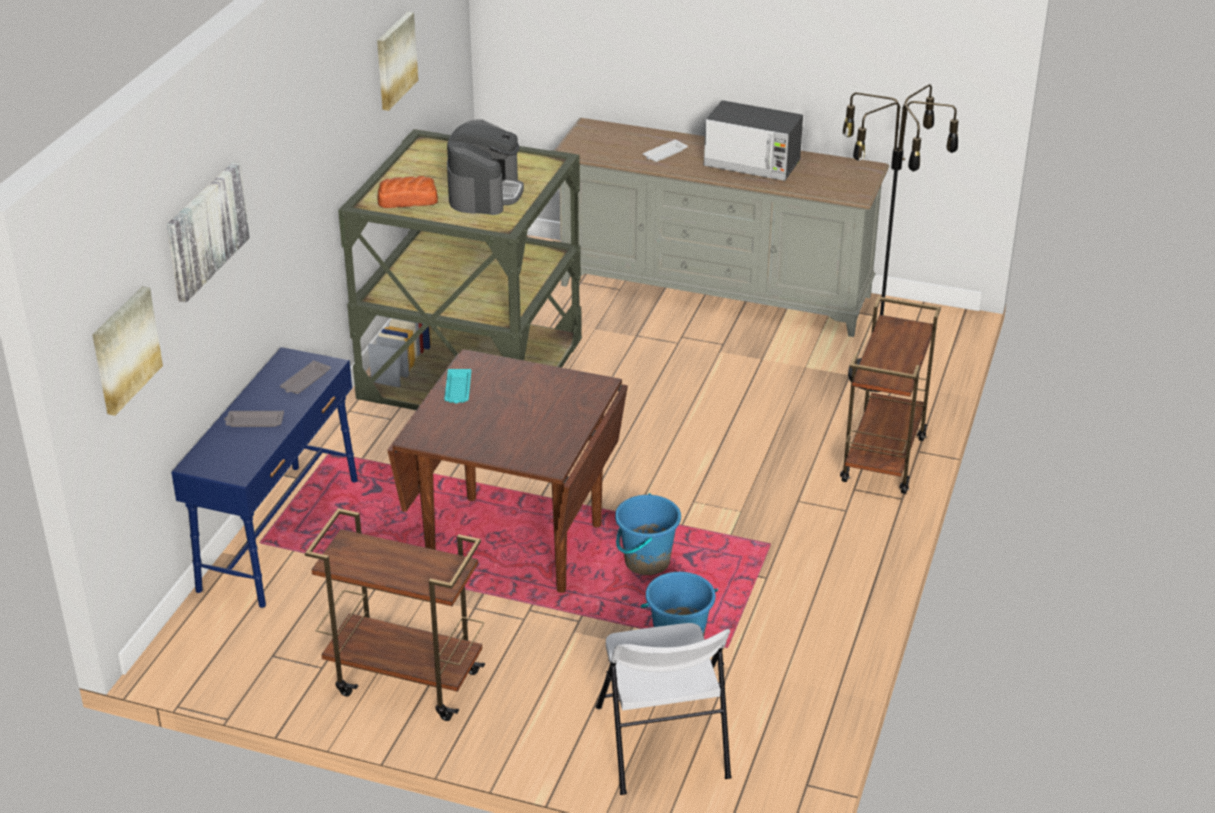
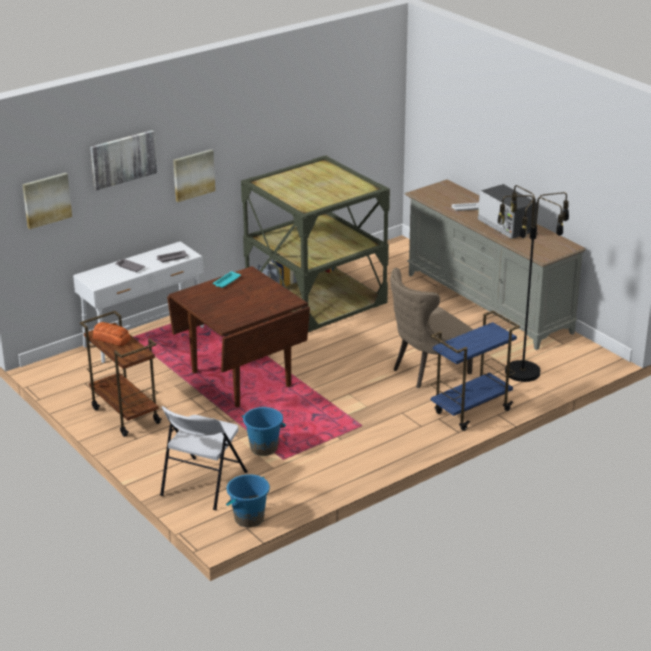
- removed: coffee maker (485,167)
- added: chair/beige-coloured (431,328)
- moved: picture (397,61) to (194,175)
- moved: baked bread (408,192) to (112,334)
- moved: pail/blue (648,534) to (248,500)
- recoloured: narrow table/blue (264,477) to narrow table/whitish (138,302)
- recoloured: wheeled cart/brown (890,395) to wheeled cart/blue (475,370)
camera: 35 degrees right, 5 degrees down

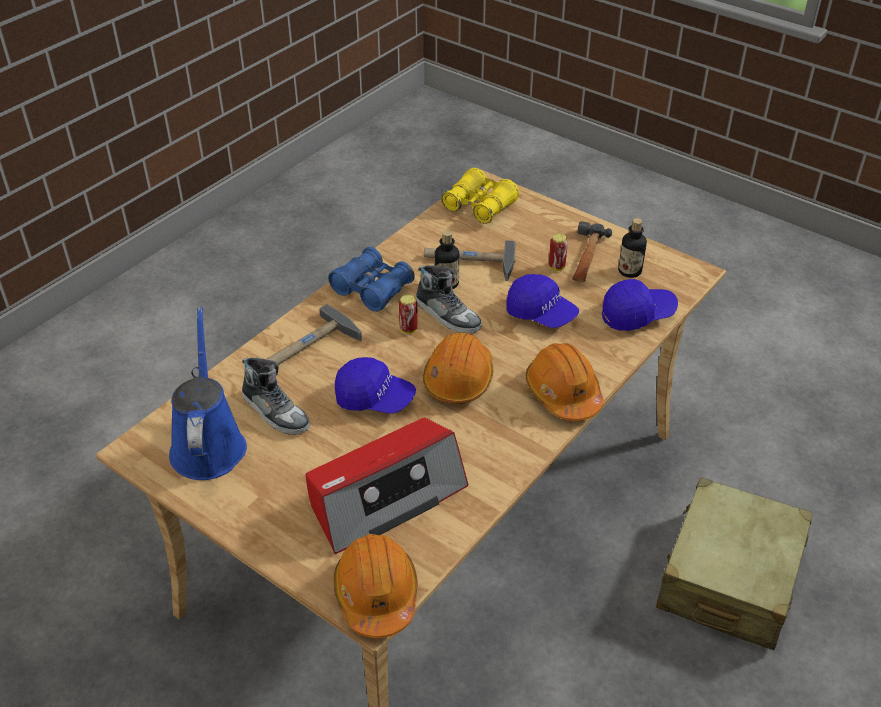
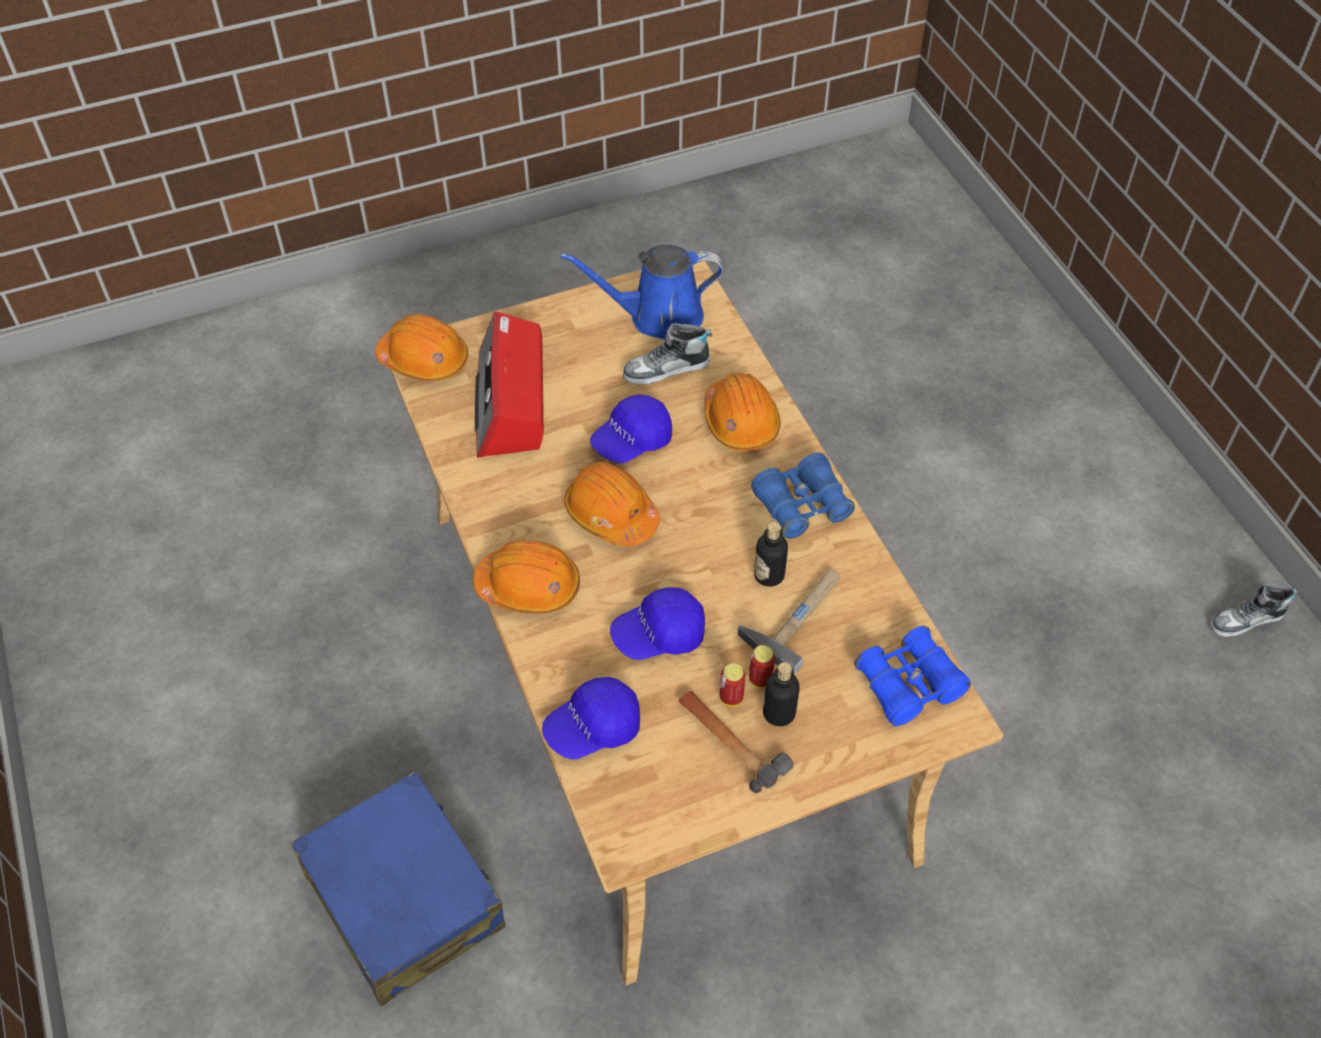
- moved: metal can (408,314) to (762,666)
- moved: low shoe (449,299) to (1254,610)
- moved: bottle (632,248) to (781,694)
- replaced: tool hammer (314,334) to safety helmet/orange (742,412)
- recoloured: binoculars/yellow (480,196) to binoculars/blue (912,676)
- recoloured: travel case/beige-coloured (734,563) to travel case/blue (398,888)
- turned: sprinkling can/blue (208,393) = (641,292) 150 degrees clockwise
- turned: baseball cap/blue (640,305) = (591,718) 45 degrees clockwise
camera: 120 degrees right, 10 degrees up

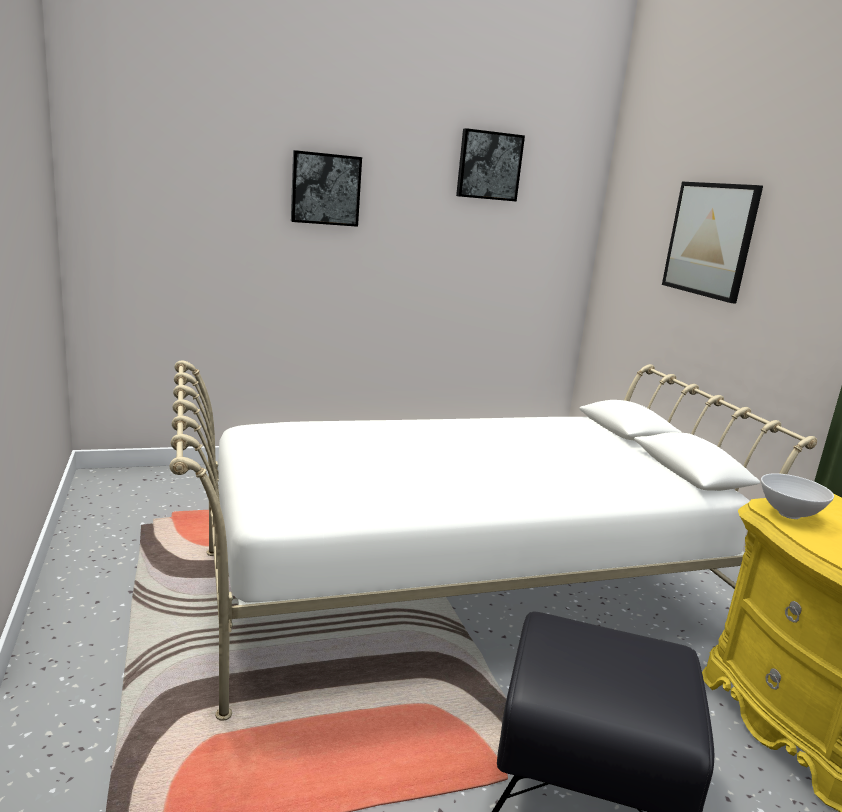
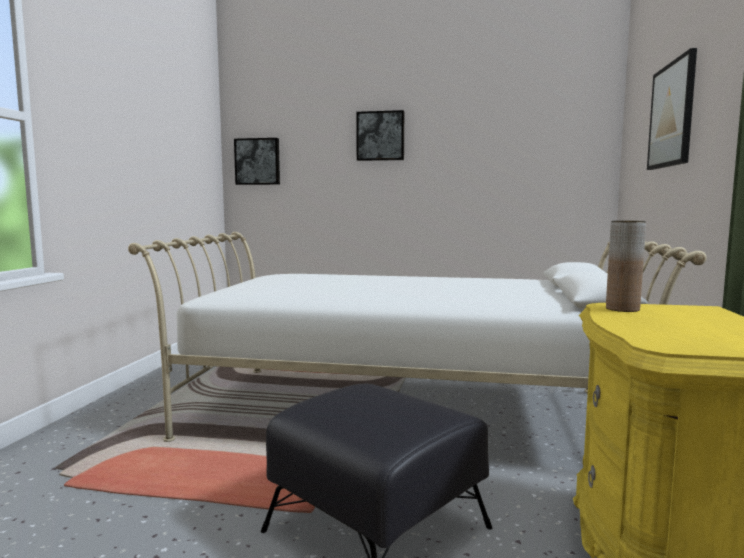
- moved: picture (490,164) to (257,161)
- replaced: serving bowl/whitish (797,496) to flower vase/brown (626,266)
camera: 30 degrees right, 10 degrees down

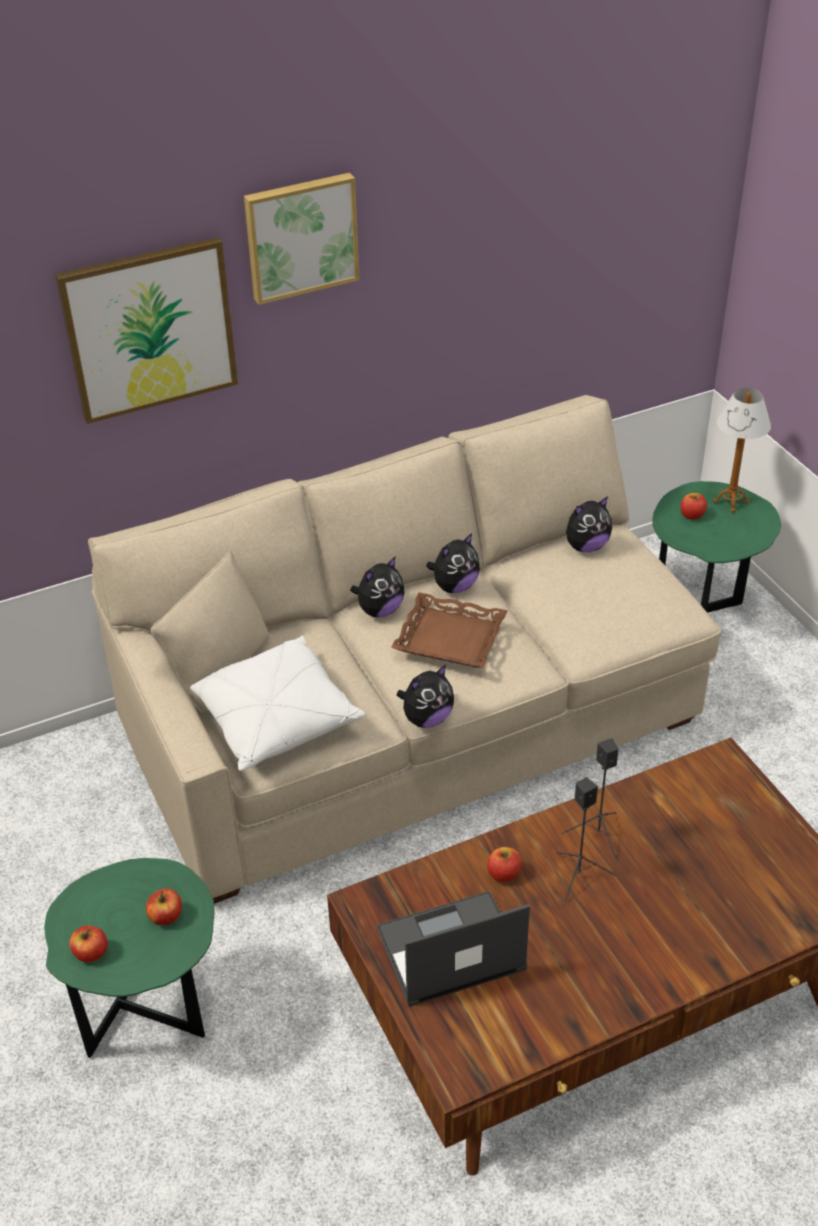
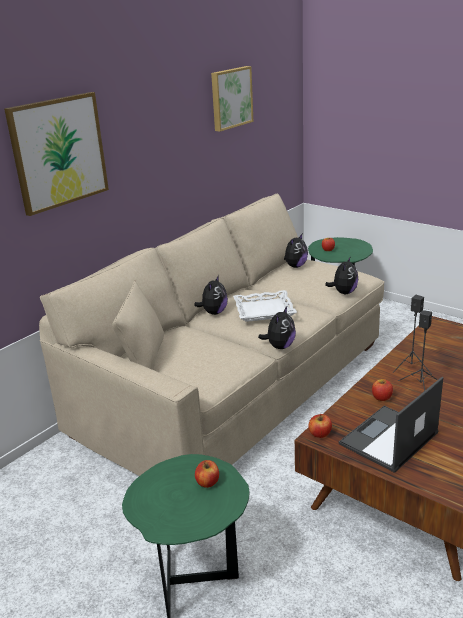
- removed: pillow/whitish (277,703)
- removed: table lamp (742,450)
- moved: whole apple (88,944) to (320,426)
- moved: picture (302,239) to (232,99)
- moved: plush toy (453,563) to (341,275)
- recoloured: tray/brown (449,630) to tray/whitish (265,306)
camera: 25 degrees left, 15 degrees down

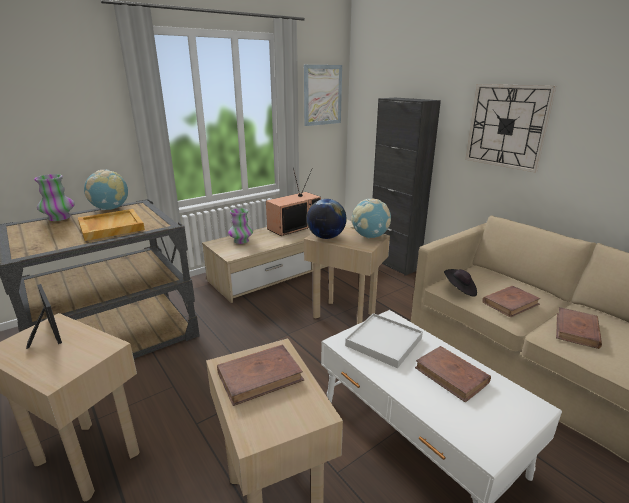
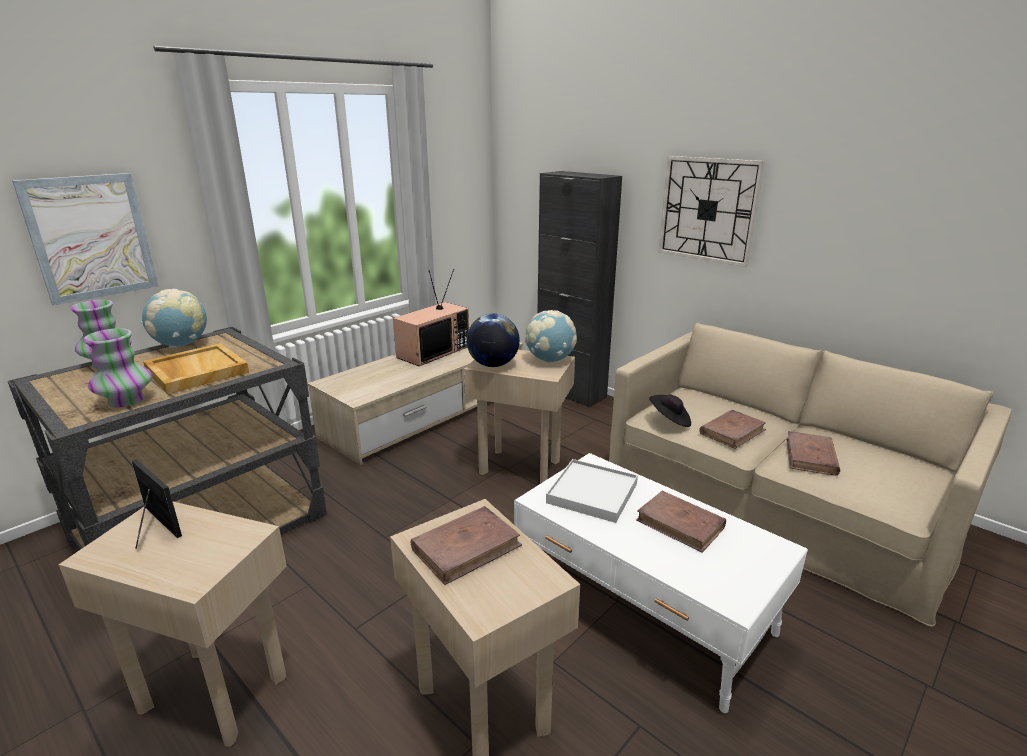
- moved: flower vase (240,226) to (117,368)
- moved: picture (323,95) to (85,239)
camera: 10 degrees left, 0 degrees up

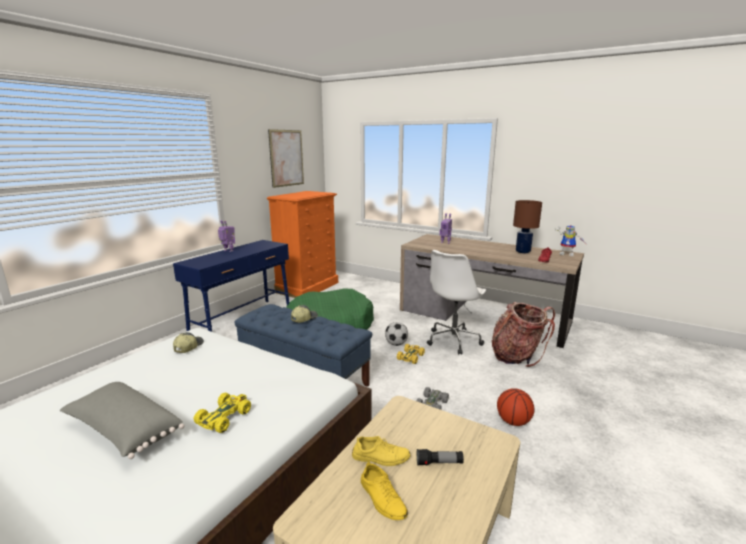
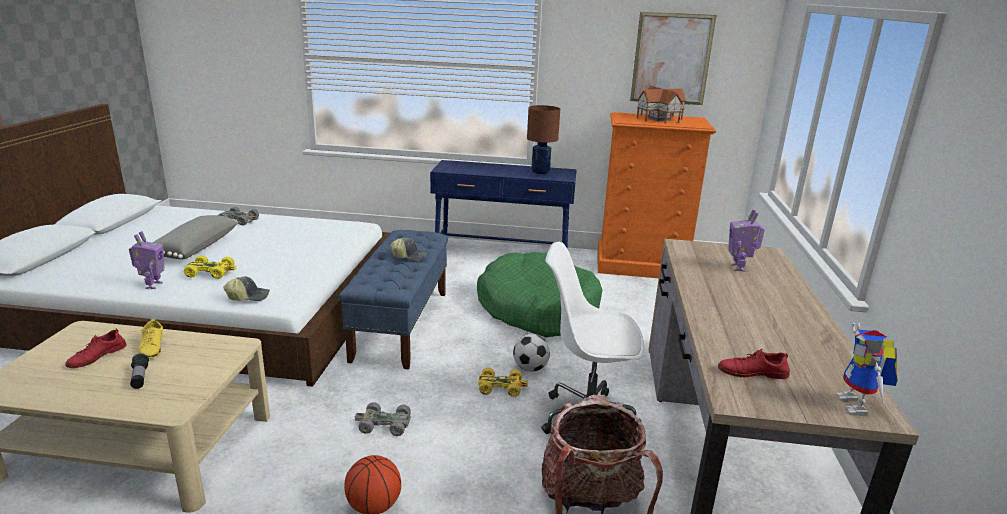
- added: miniature car/greyish (239,216)
- added: model house (661,104)
- moved: baseball cap (188,342) to (246,288)
- moved: robot figure (226,236) to (147,260)
- moved: table lamp/brown (527,226) to (543,139)
- recoloured: low shoe/yellow (384,491) to low shoe/red-coloured (96,348)
camera: 65 degrees right, 5 degrees up

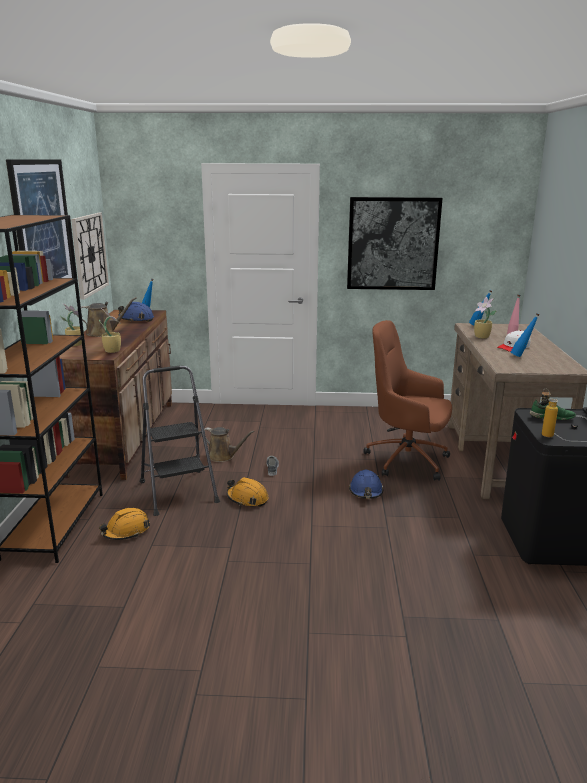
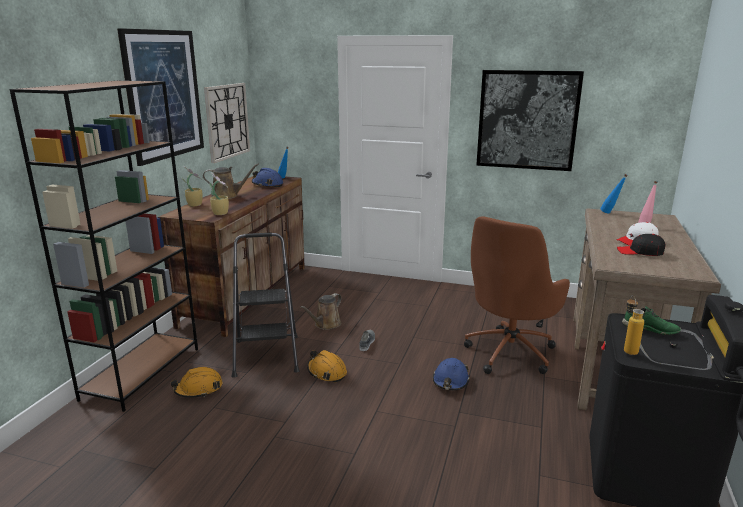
- removed: plant in a pot (485,318)
- replaced: bottle/blue (525,335) to baseball cap/black (641,245)
- turned: sprinkling can/brown (228,444) = (321,311) 90 degrees clockwise
- turned: computer chair/brown (407,400) = (517,295) 90 degrees counterclockwise
camera: 15 degrees right, 0 degrees up

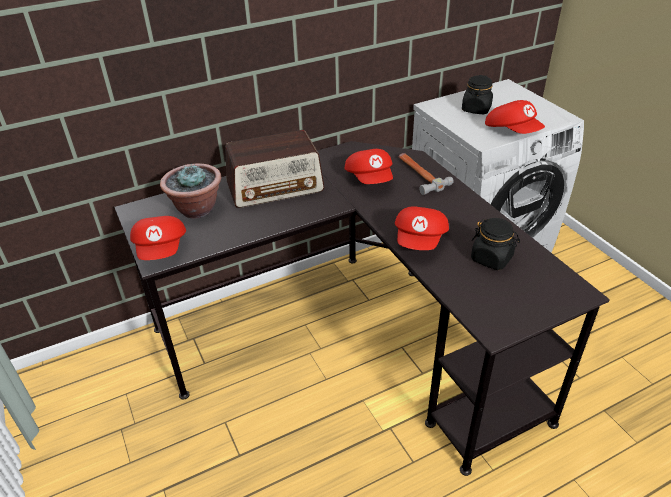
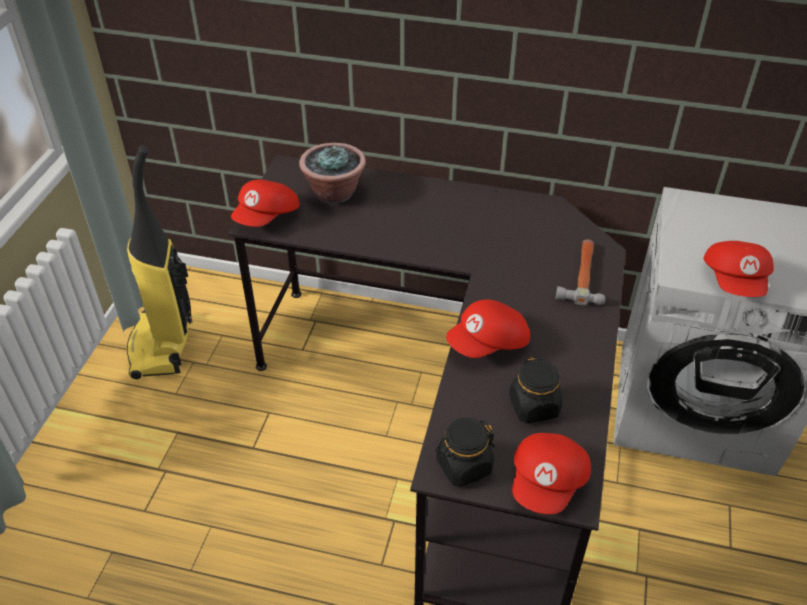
- removed: radio set (274,169)
- added: vacuum (160,262)
- moved: baseball cap/red-coloured (369,166) to (551,473)
- moved: preserve jar/black (477,94) to (465,452)
camera: 40 degrees right, 5 degrees up

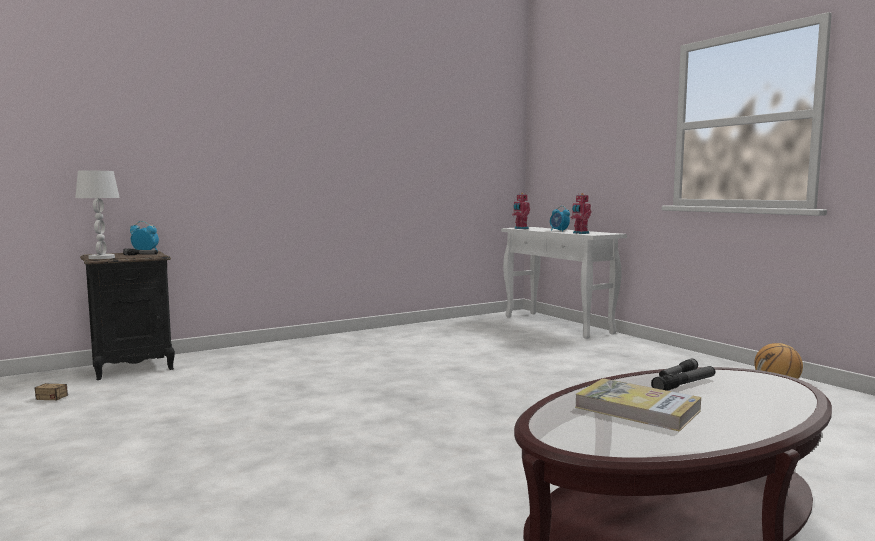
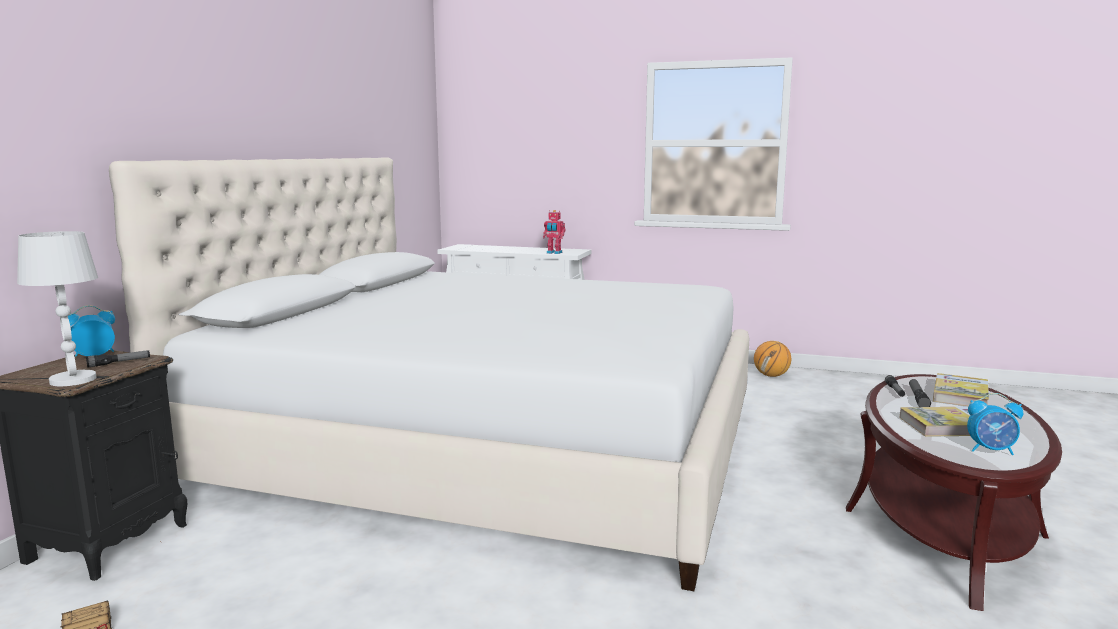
- removed: robot figure (521,211)
- added: bedroom bed/whitish (429,374)
- added: bound book (961,389)
- moved: bedside clock (560,219) to (995,424)
camera: 40 degrees left, 5 degrees up

